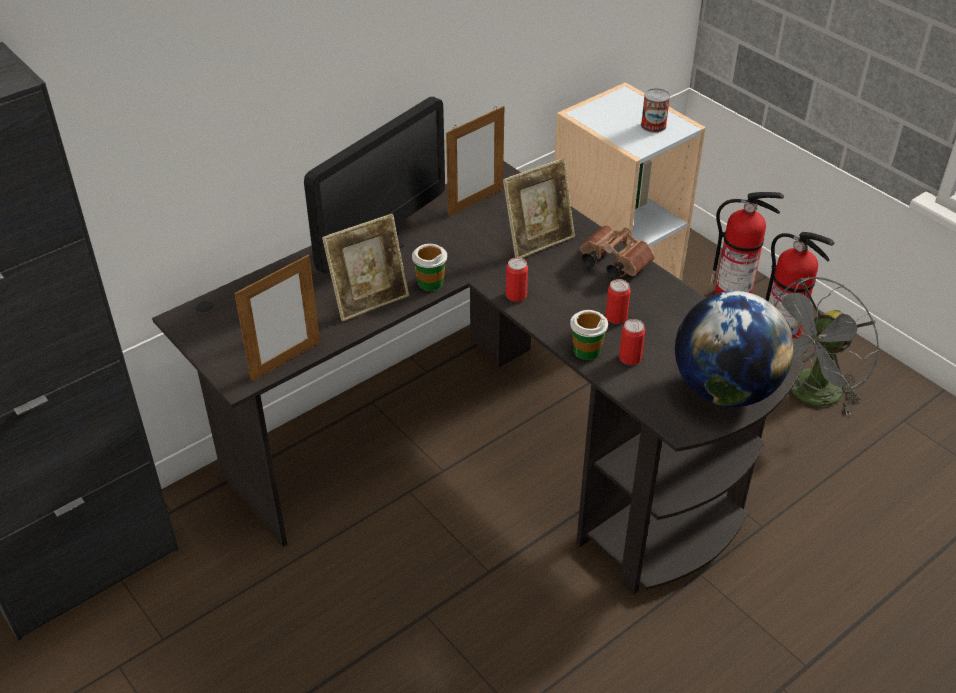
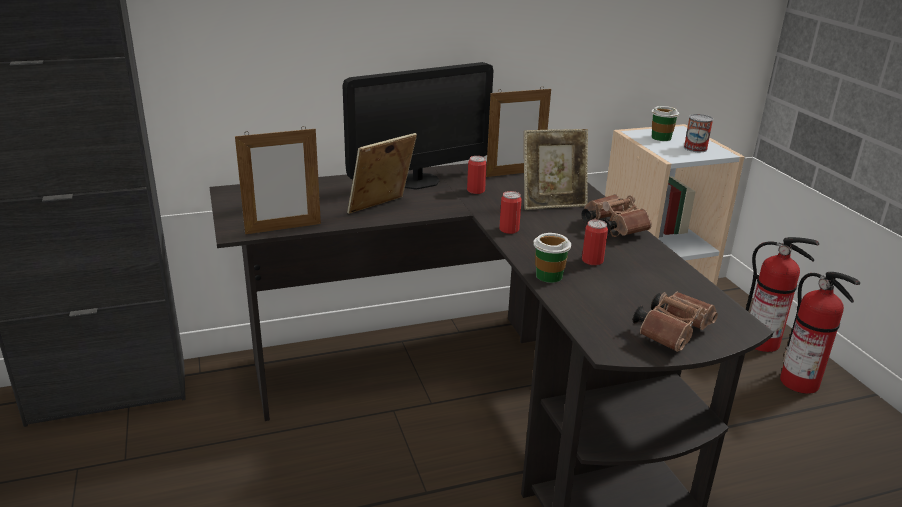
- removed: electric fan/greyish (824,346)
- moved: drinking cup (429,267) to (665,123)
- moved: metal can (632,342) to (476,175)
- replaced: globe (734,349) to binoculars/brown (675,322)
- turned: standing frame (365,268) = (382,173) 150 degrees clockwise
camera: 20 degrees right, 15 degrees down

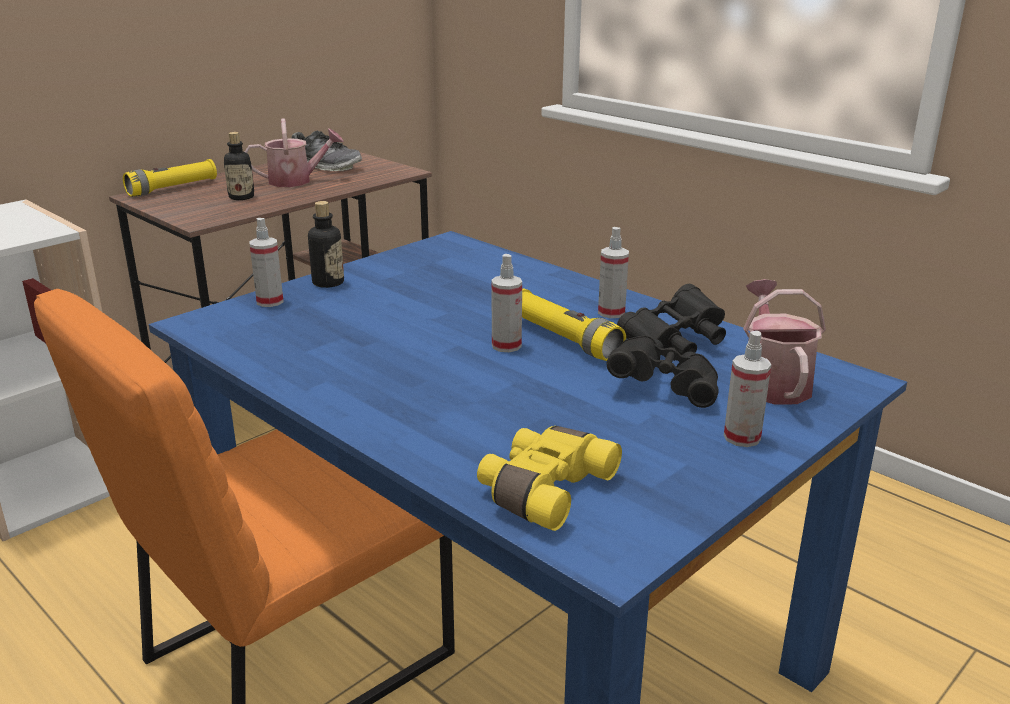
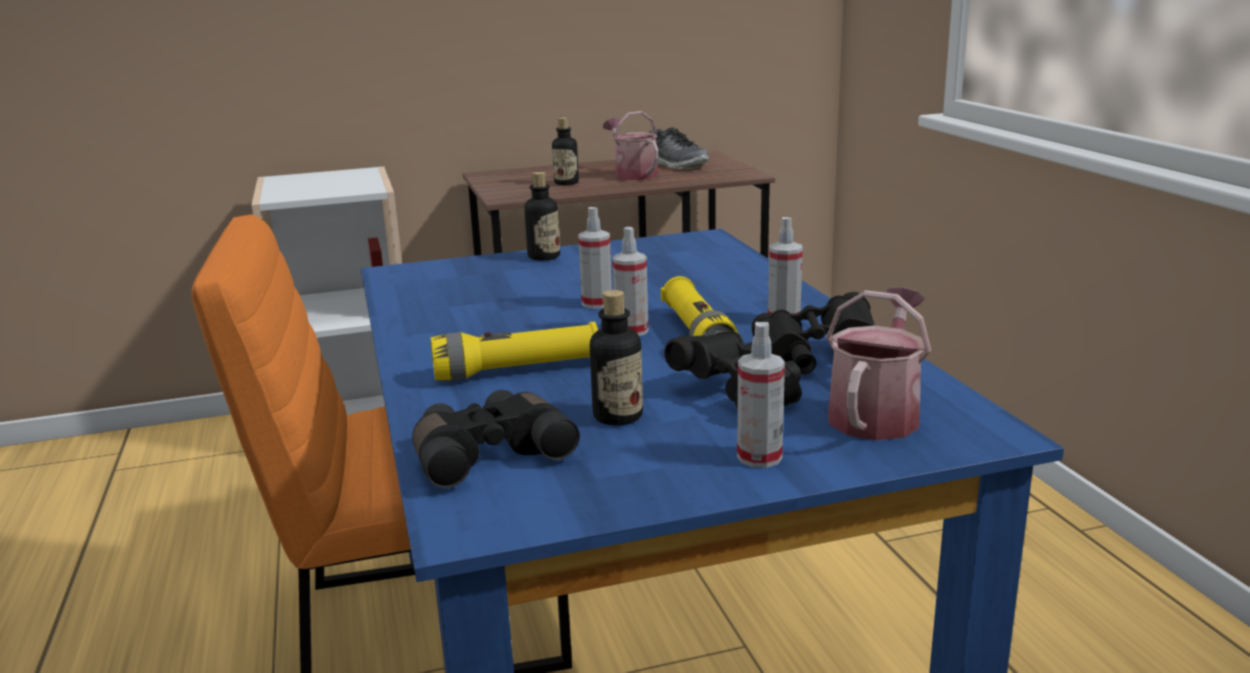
- added: bottle (616,357)
- moved: hand torch/yellow (170,178) to (514,351)
- moved: hand sprayer (267,262) to (595,258)
- recoloured: binoculars/yellow (549,478) to binoculars/black (496,439)
- turned: sprinkling can (294,152) = (631,145) 135 degrees counterclockwise
camera: 30 degrees right, 5 degrees down

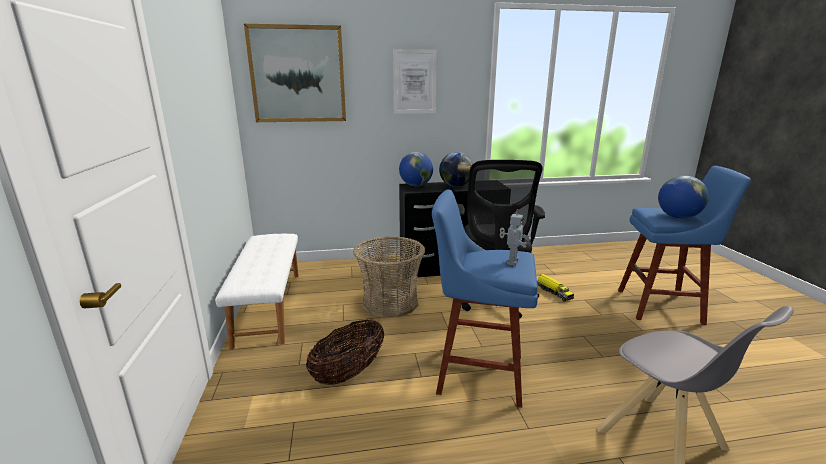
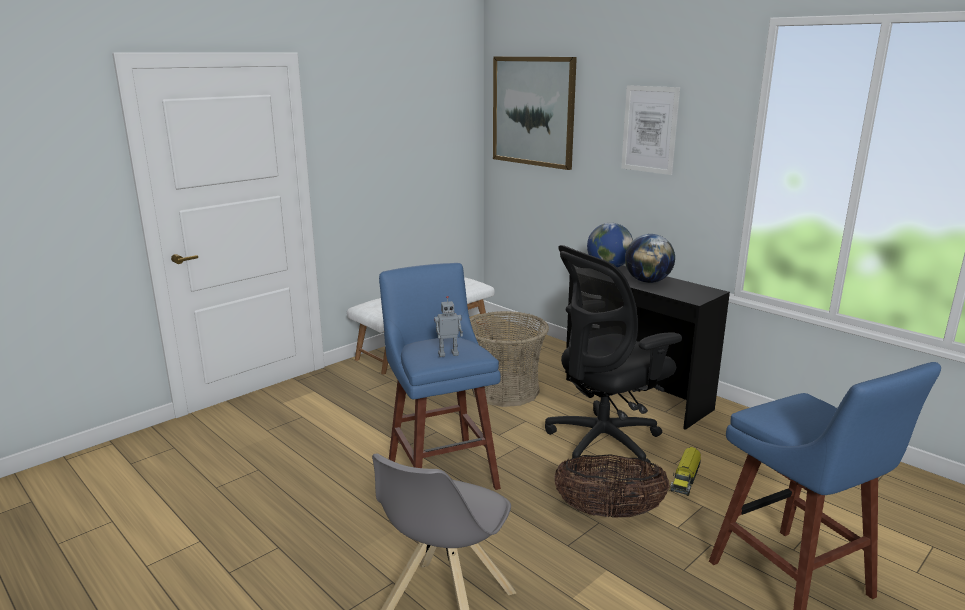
- removed: globe (683,197)
- moved: storage basket (345,352) to (612,486)
camera: 55 degrees right, 0 degrees up

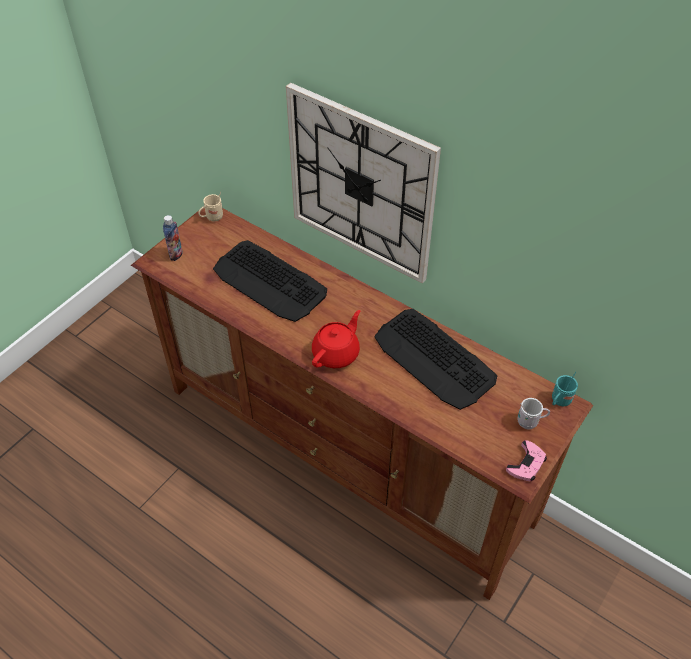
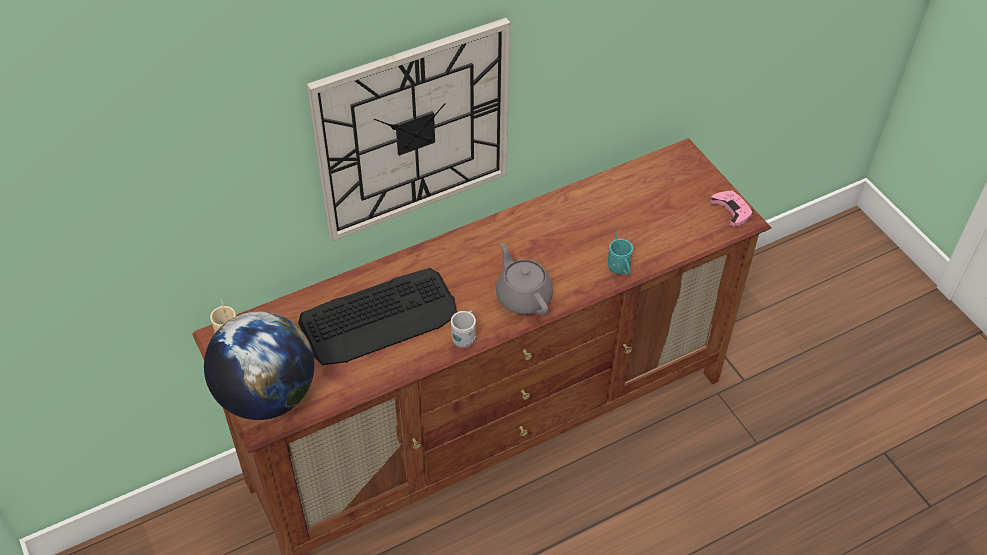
- removed: computer keyboard (435,359)
- moved: coffee mug/whitish (533,413) to (463,329)
- moved: coffee mug/turquoise (565,389) to (620,253)
- replaced: bottle (173,238) to globe (259,365)
- recoloured: teapot/red-coloured (336,339) to teapot/greyish (524,278)
camera: 65 degrees left, 0 degrees up

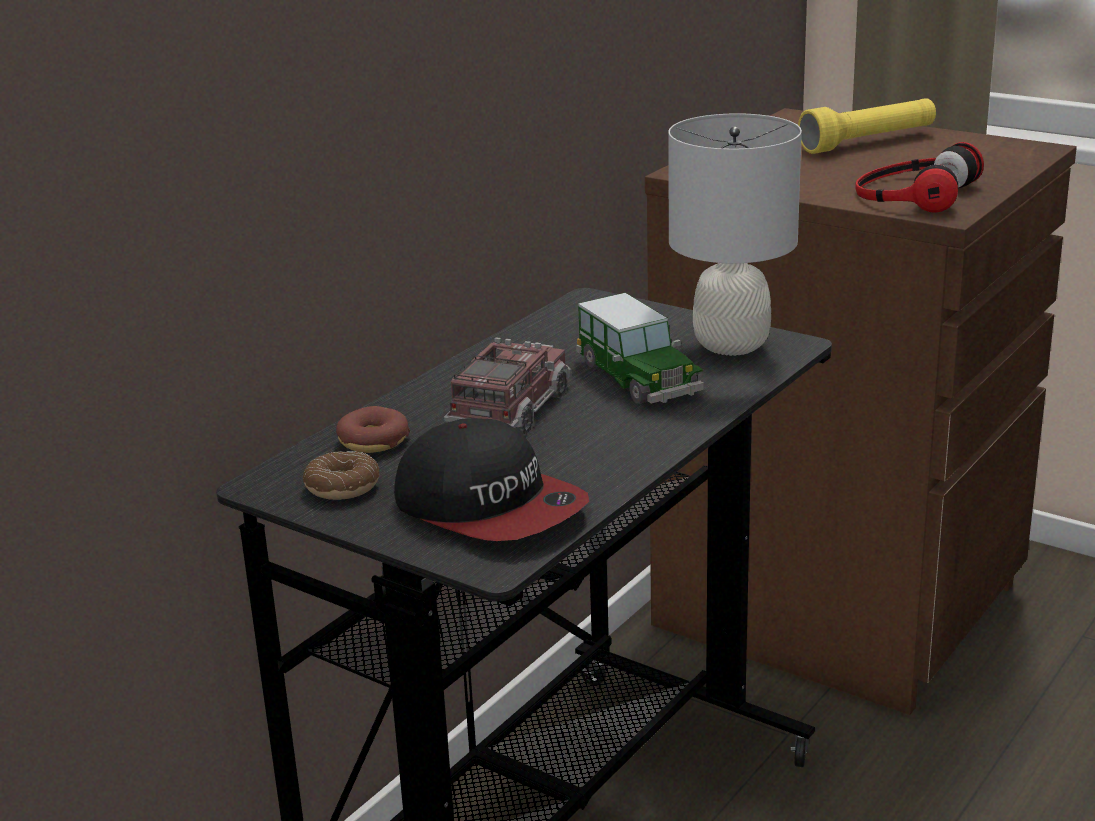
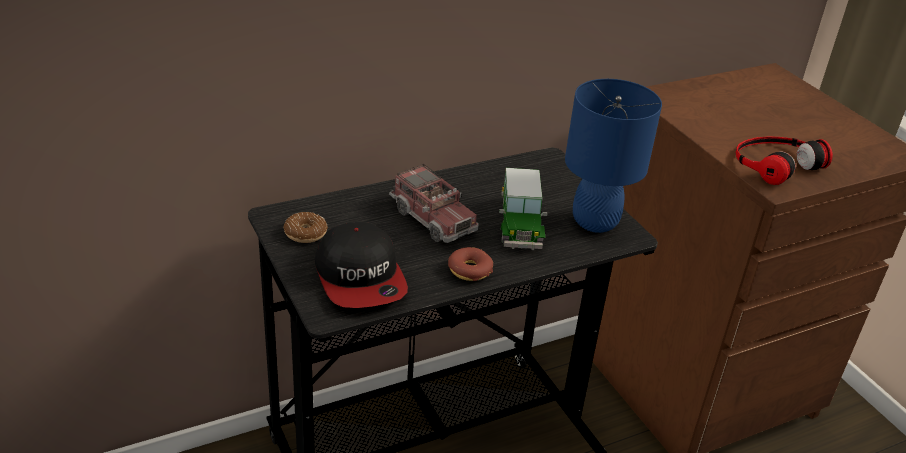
- removed: hand torch/yellow (867,126)
- moved: ring doughnut (373,429) to (470,264)
- recoloured: table lamp/greyish (735,234) to table lamp/blue (613,156)
- turned: toy truck (507,386) = (434,203) 90 degrees clockwise
camera: 25 degrees right, 10 degrees up

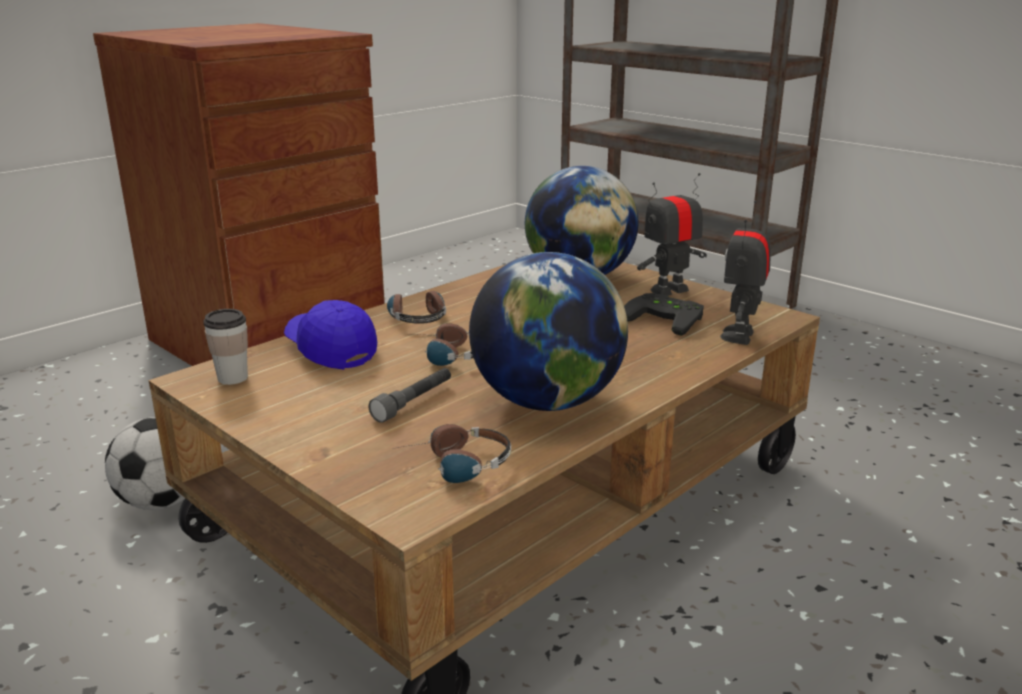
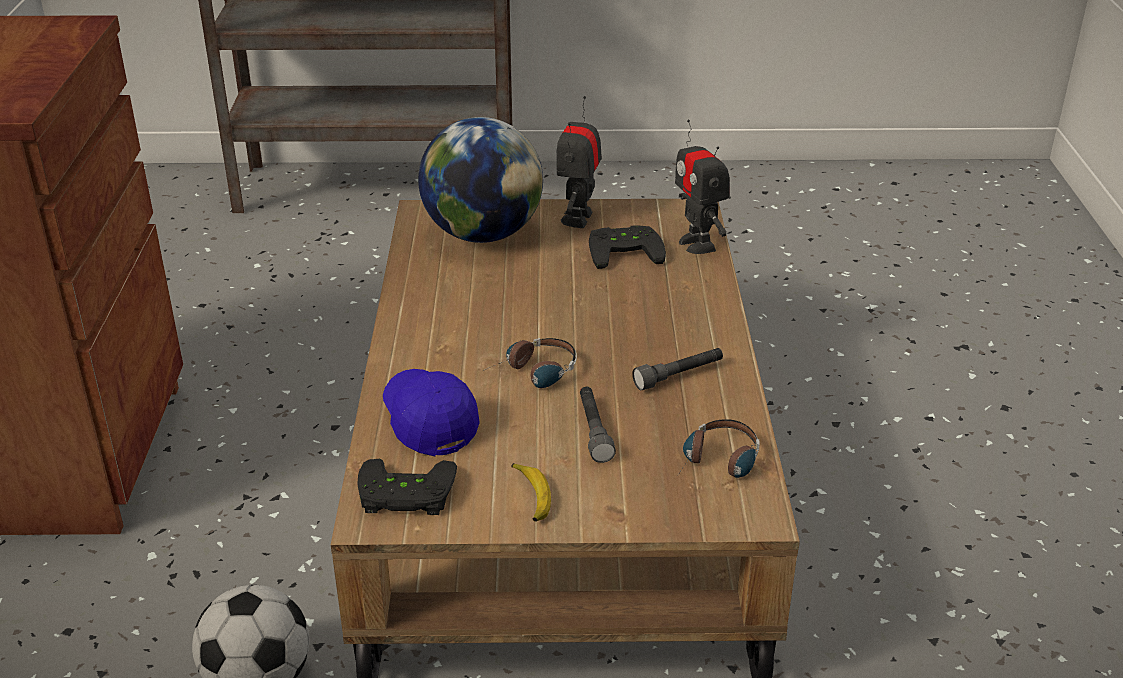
- removed: headphones (416,307)
- added: banana fruit (531,492)
- replaced: drinking cup (225,347) to gamepad/black (407,487)
- replaced: globe (548,331) to hand torch/greyish (677,369)
- turned: baseball cap/blue (330,335) = (431,412) 60 degrees clockwise
camera: 45 degrees left, 10 degrees up

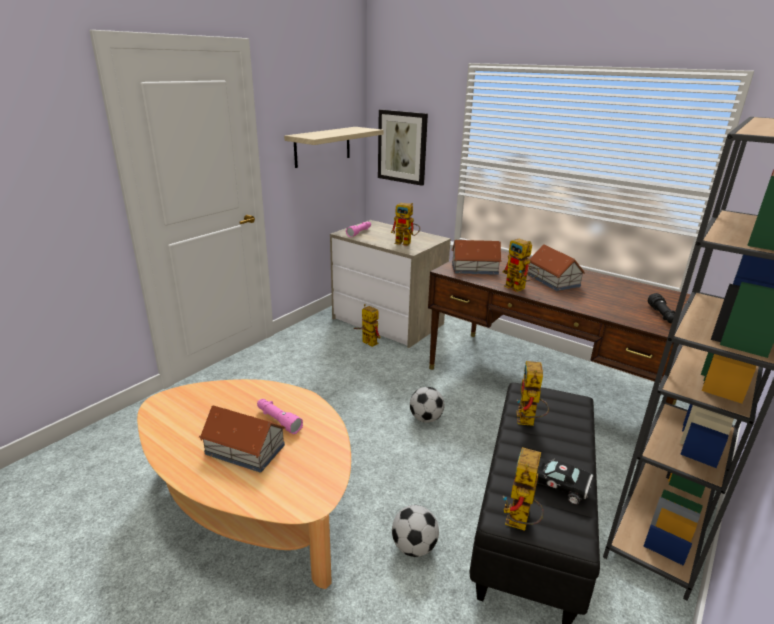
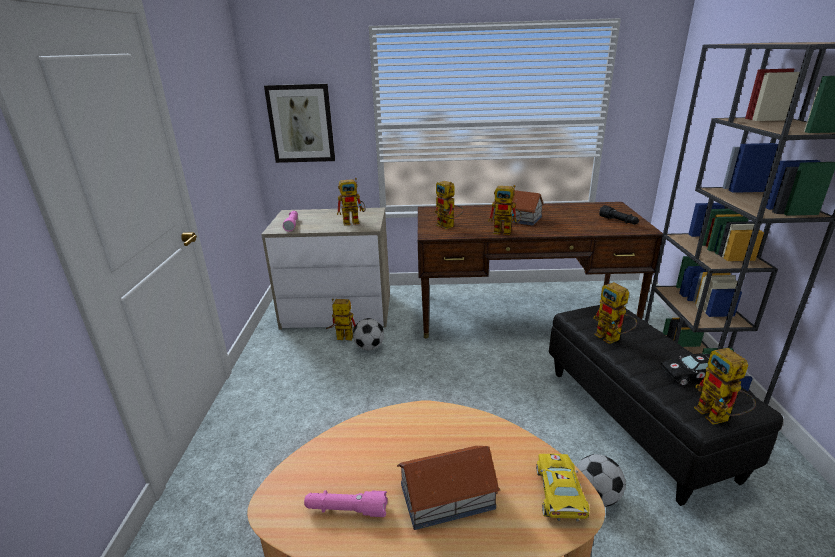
- removed: bracket shelf (334,147)
- added: miniature car/yellow (562,488)
- moved: hand torch/pink-coloured (280,416) to (346,503)
- moved: football (427,405) to (368,334)
- replaced: model house (476,257) to robot figure (449,205)
camera: 35 degrees left, 0 degrees up

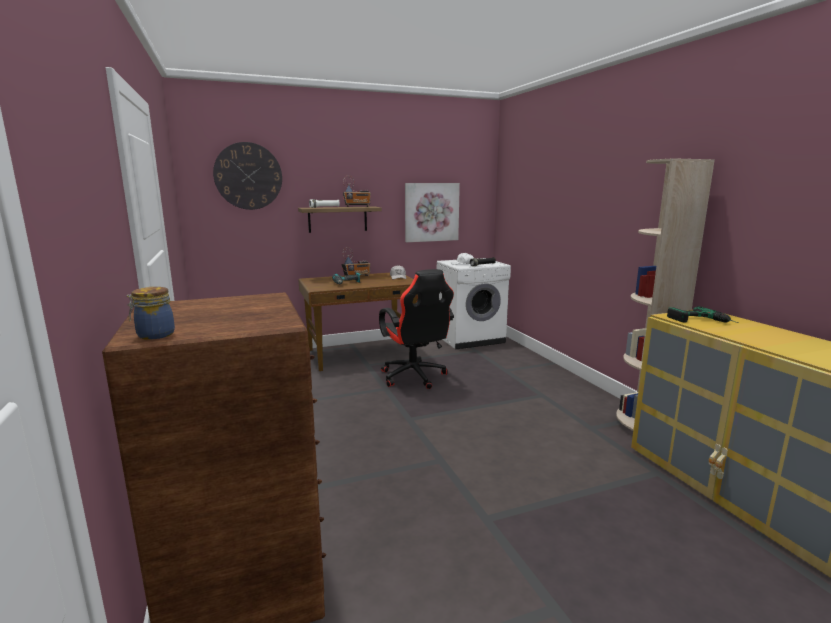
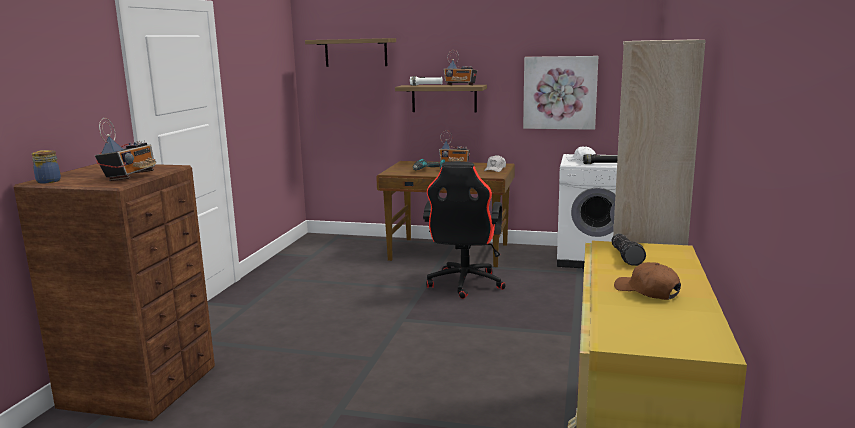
- added: radio set (125,149)
- added: baseball cap/brown (647,281)
- replaced: clock on the wall (247,176) to bracket shelf (350,52)
- replaced: power drill (703,314) to hand torch (629,250)
camera: 35 degrees right, 0 degrees up

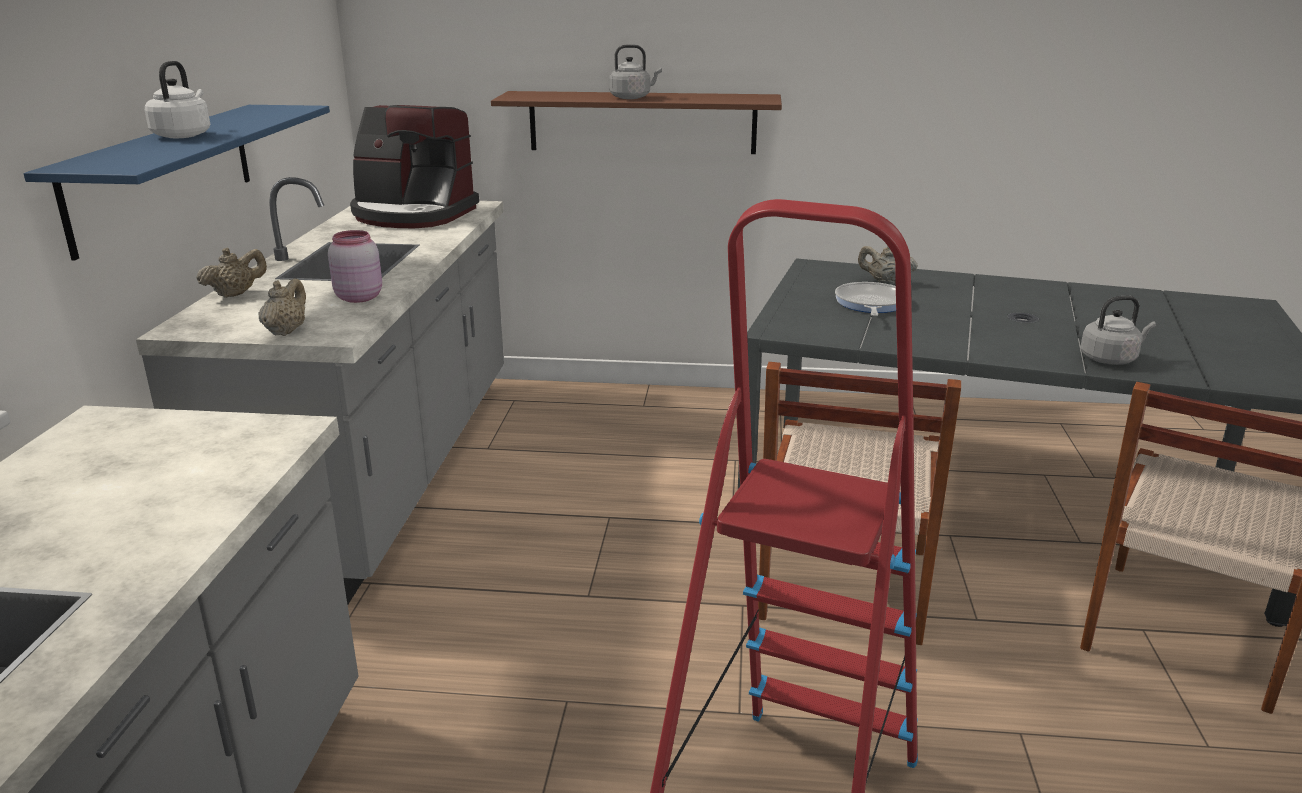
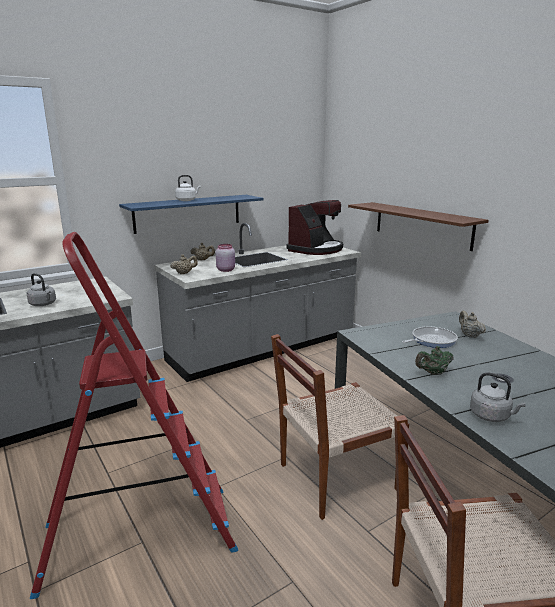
- added: teapot/green (434,360)
- moved: tea kettle/greyish (635,71) to (41,289)
- turned: coffee maker (414,166) = (314,227) 120 degrees counterclockwise
camera: 50 degrees right, 5 degrees down

